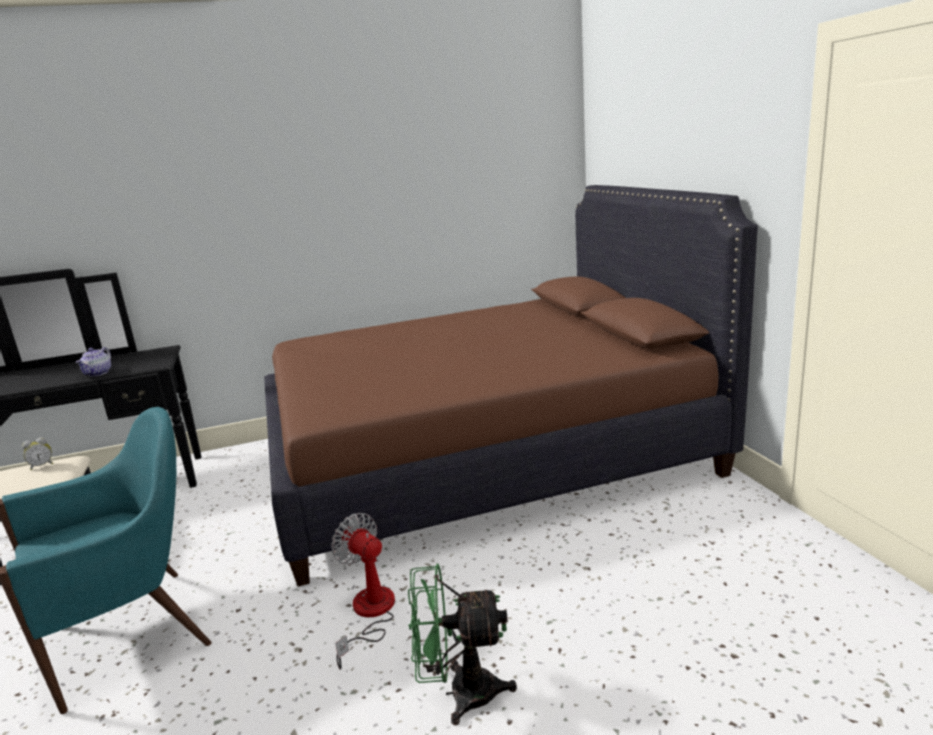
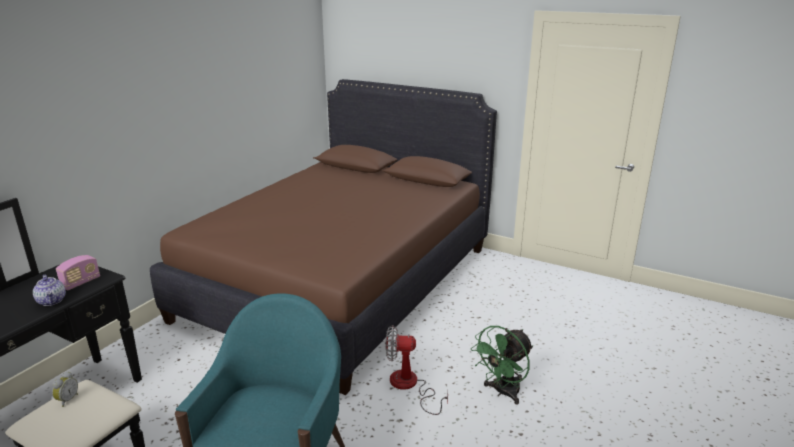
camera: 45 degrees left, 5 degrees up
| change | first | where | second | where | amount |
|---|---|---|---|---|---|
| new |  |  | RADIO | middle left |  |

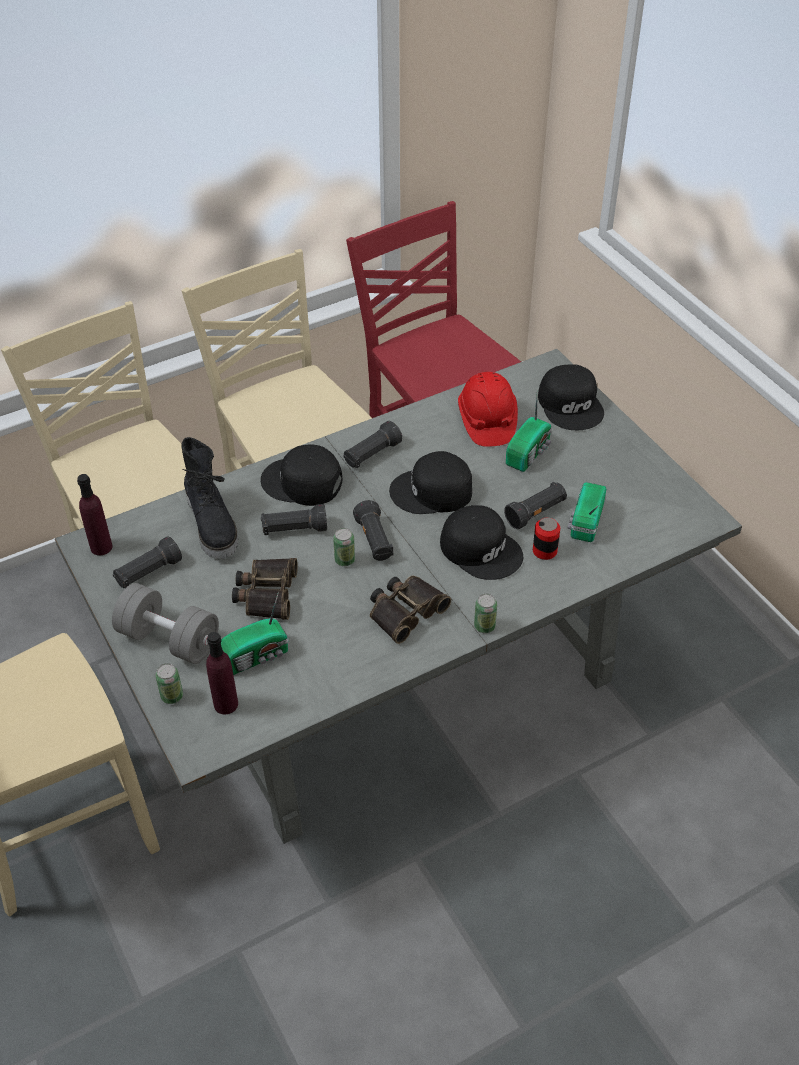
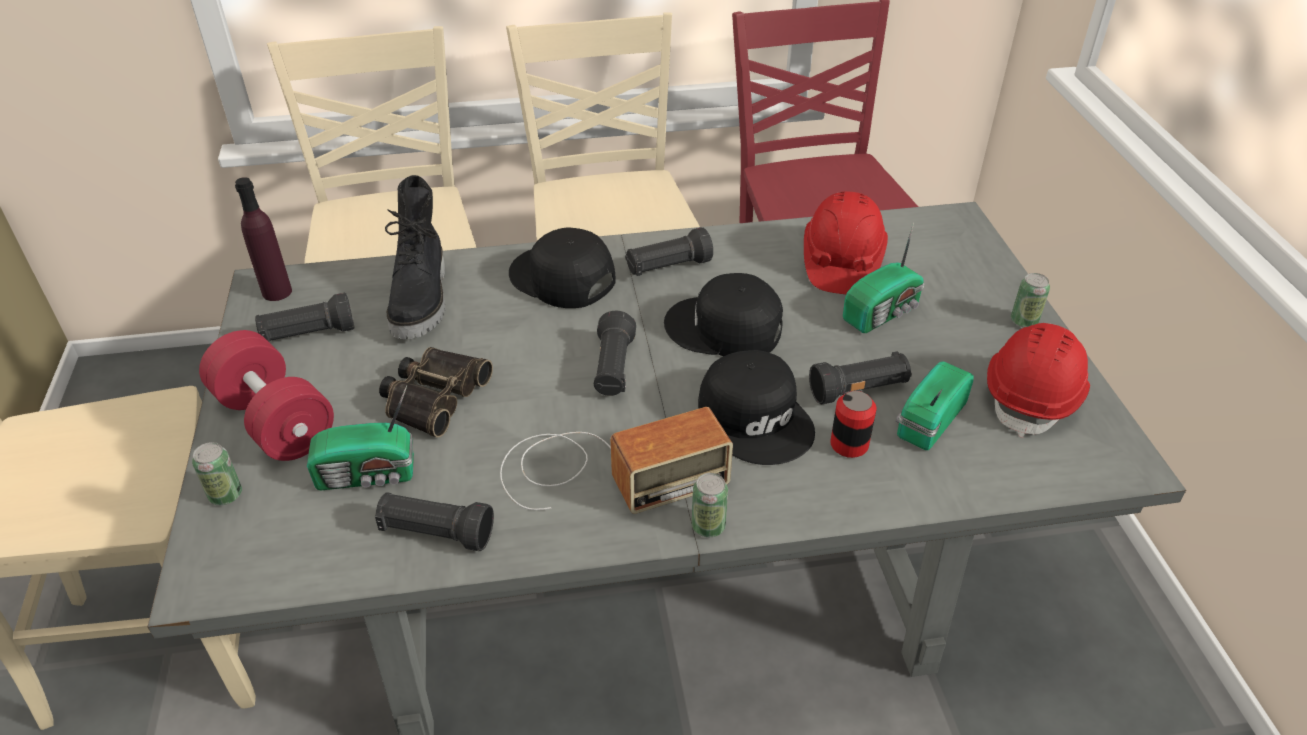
camera: 20 degrees right, 5 degrees down
| change | first | where | second | where | amount |
|---|---|---|---|---|---|
| gone | PURPLE-COLOURED BEVERAGE BOTTLE (no. 2 from left) | middle left |  |  |  |
| gone | BLACK CAP (no. 4 from left) | middle right |  |  |  |
| new |  |  | RED WORK HELMET (no. 2 from left) | middle right |  |
| shifted | BLACK TORCH (no. 2 from left) | centre |  | bottom left |  |
| shifted | METAL CAN (no. 2 from left in the first image) | centre | METAL CAN (no. 4 from left) | middle right |  |
| swapped | FIELD GLASSES (no. 2 from left) | centre | RADIO (no. 2 from left) | centre |  |
| repainted | GRAY FREE WEIGHT | middle left | RED FREE WEIGHT | middle left |  |

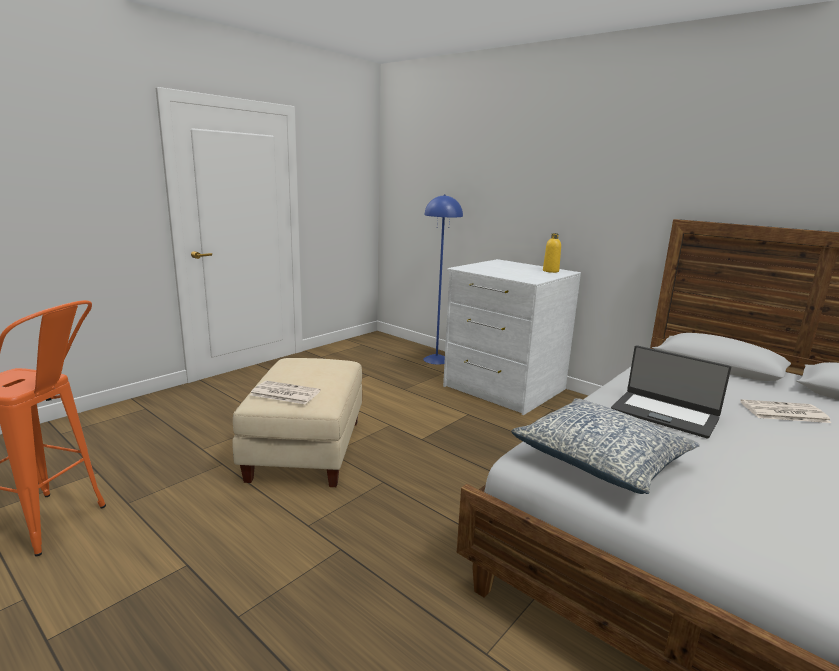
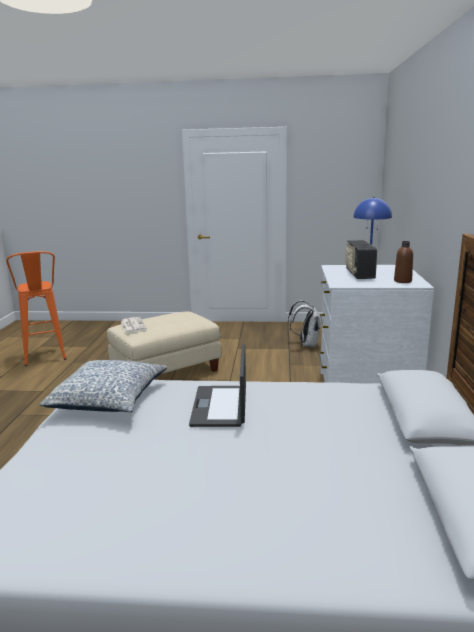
camera: 55 degrees right, 0 degrees up
| change | first | where | second | where | amount |
|---|---|---|---|---|---|
| gone | PRINTED PAPER (no. 2 from left) | middle right |  |  |  |
| new |  |  | WHITE KNAPSACK | centre |  |
| new |  |  | RADIO | middle right |  |
| repainted | YELLOW BEVERAGE BOTTLE | centre | BROWNISH BEVERAGE BOTTLE | middle right |  |

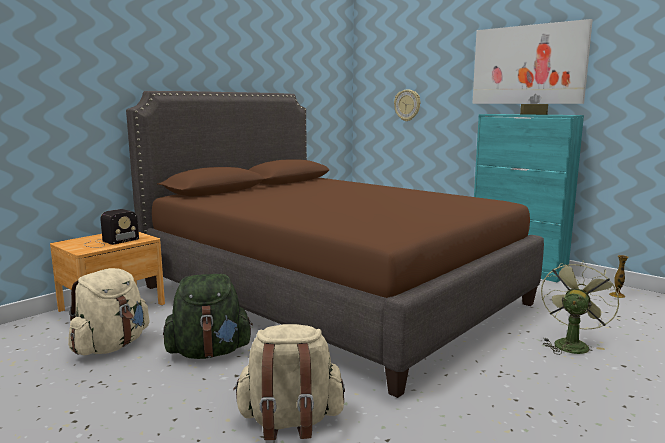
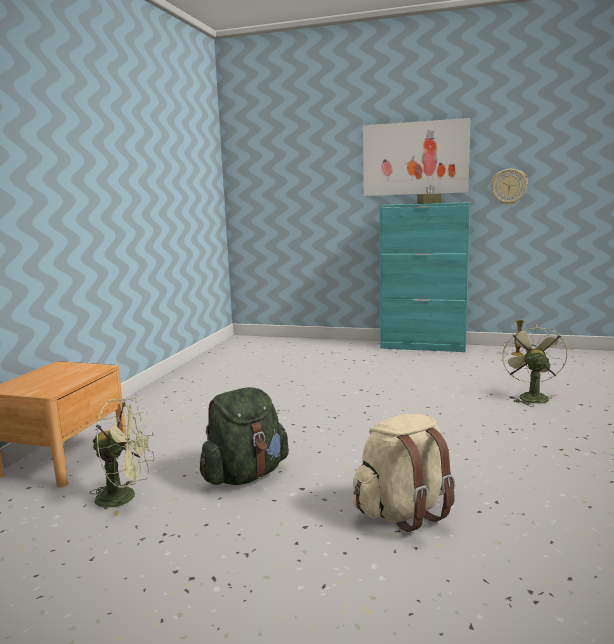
camera: 25 degrees left, 0 degrees up
| change | first | where | second | where | amount |
|---|---|---|---|---|---|
| gone | RADIO | middle left |  |  |  |
| gone | BROWNISH SLEEPING BED | centre |  |  |  |
| shifted | CLOCK ON THE WALL | top centre |  | top right |  |
| swapped | BEIGE-COLOURED KNAPSACK (no. 1 from left) | bottom left | GREEN COOLING FAN (no. 1 from left) | bottom left |  |

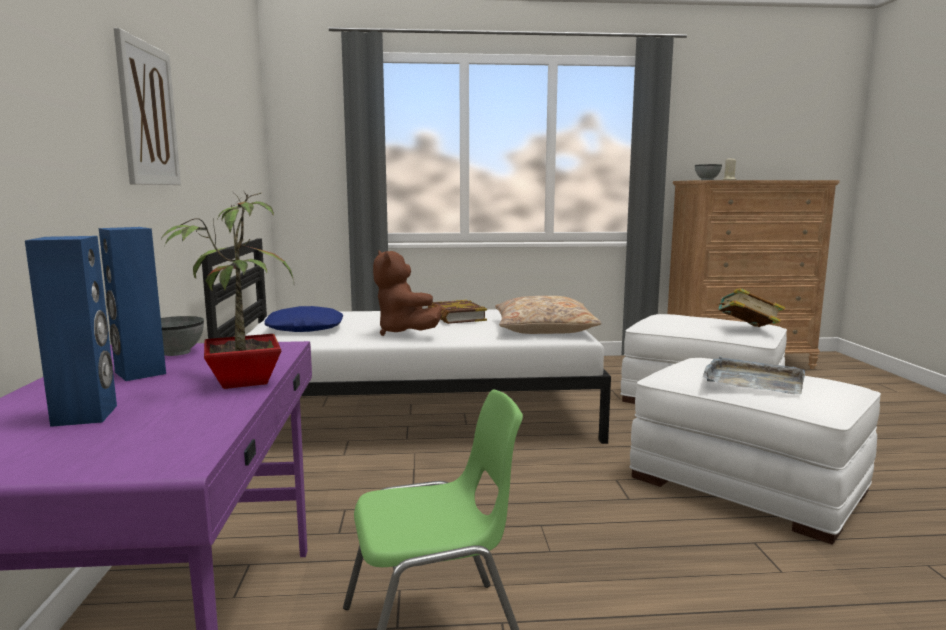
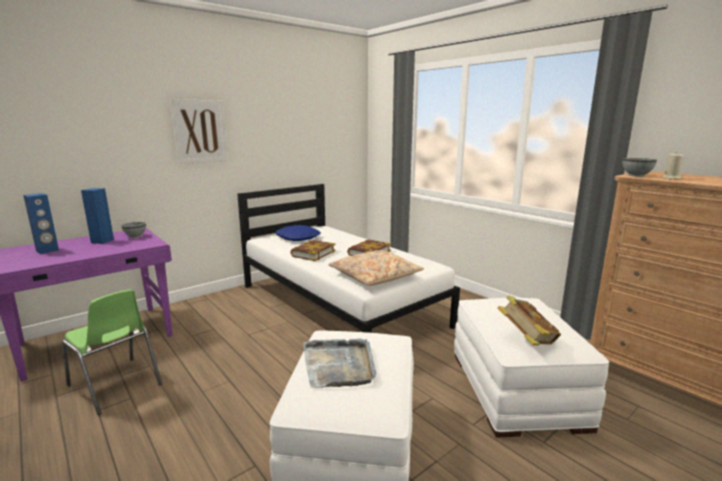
camera: 55 degrees right, 5 degrees up
| change | first | where | second | where | amount |
|---|---|---|---|---|---|
| gone | HOUSEPLANT | middle left |  |  |  |
| swapped | BROWNISH PLUSH TOY | centre | BOOK (no. 1 from left) | centre |  |

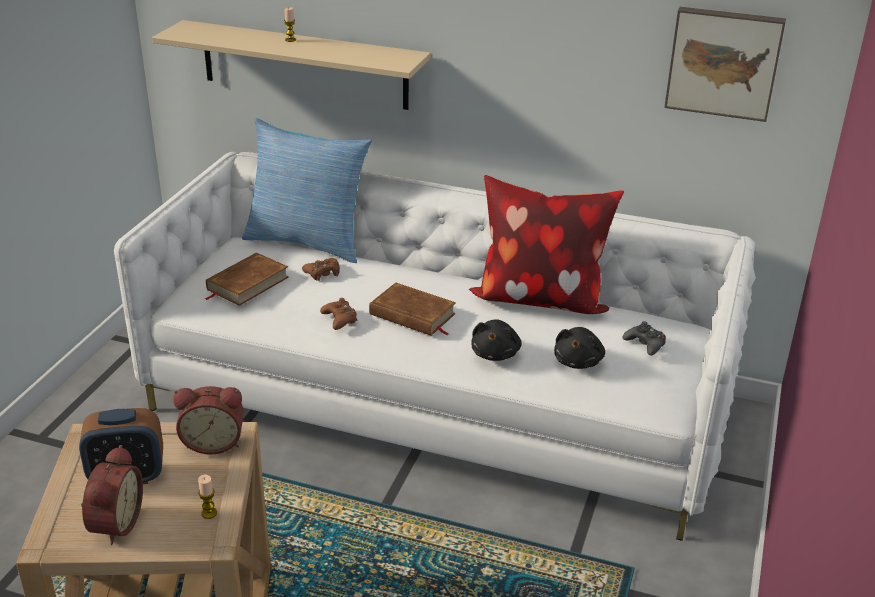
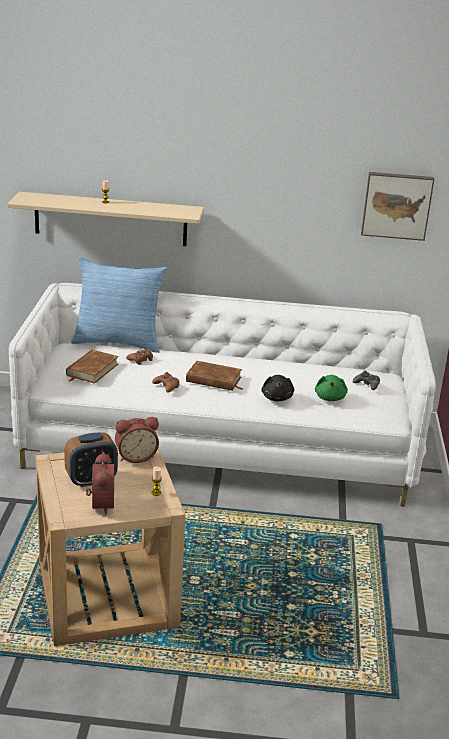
camera: 15 degrees left, 5 degrees down
| change | first | where | second | where | amount |
|---|---|---|---|---|---|
| gone | CUSHION (no. 2 from left) | centre |  |  |  |
| repainted | BLACK PLUSH TOY (no. 2 from left) | centre | GREEN PLUSH TOY | middle right |  |

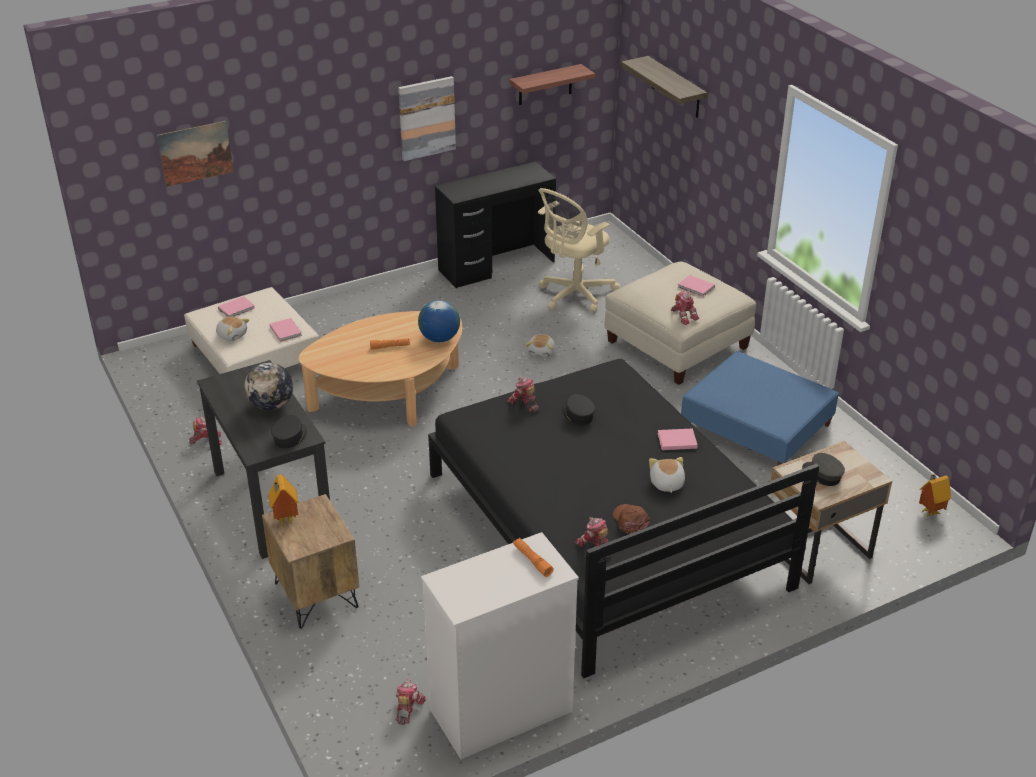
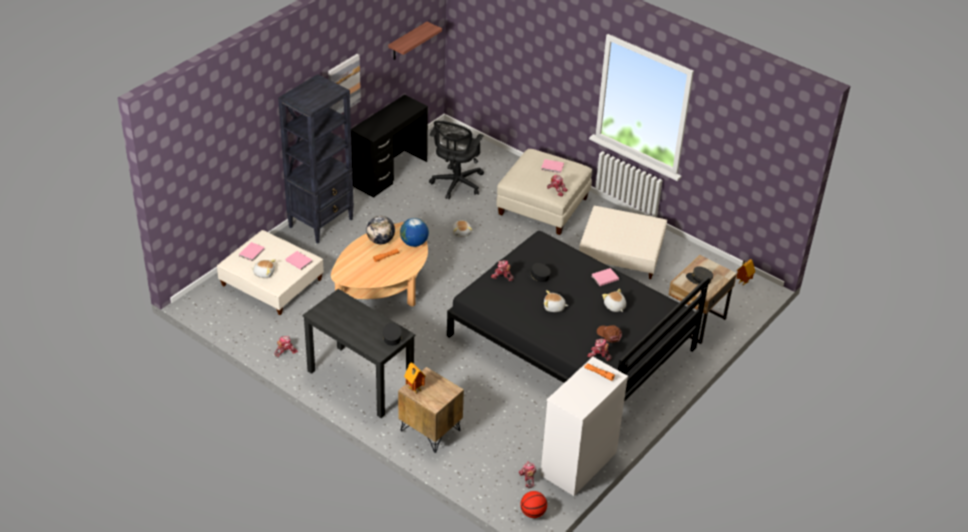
camera: 25 degrees left, 5 degrees up
| change | first | where | second | where | amount |
|---|---|---|---|---|---|
| gone | PICTURE (no. 1 from left) | top left |  |  |  |
| gone | BRACKET SHELF (no. 2 from left) | top centre |  |  |  |
| new |  |  | BLACK SHELVING UNIT | top left |  |
| new |  |  | BASKETBALL | bottom centre |  |
| new |  |  | PLUSH TOY (no. 3 from left) | centre |  |
| shifted | DESK GLOBE (no. 1 from left) | middle left |  | centre |  |
| repainted | BEIGE-COLOURED DESK CHAIR | top centre | BLACK DESK CHAIR | top centre |  |
| repainted | BLUE-COLOURED OTTOMAN | middle right | BEIGE-COLOURED OTTOMAN (no. 3 from left) | centre |  |

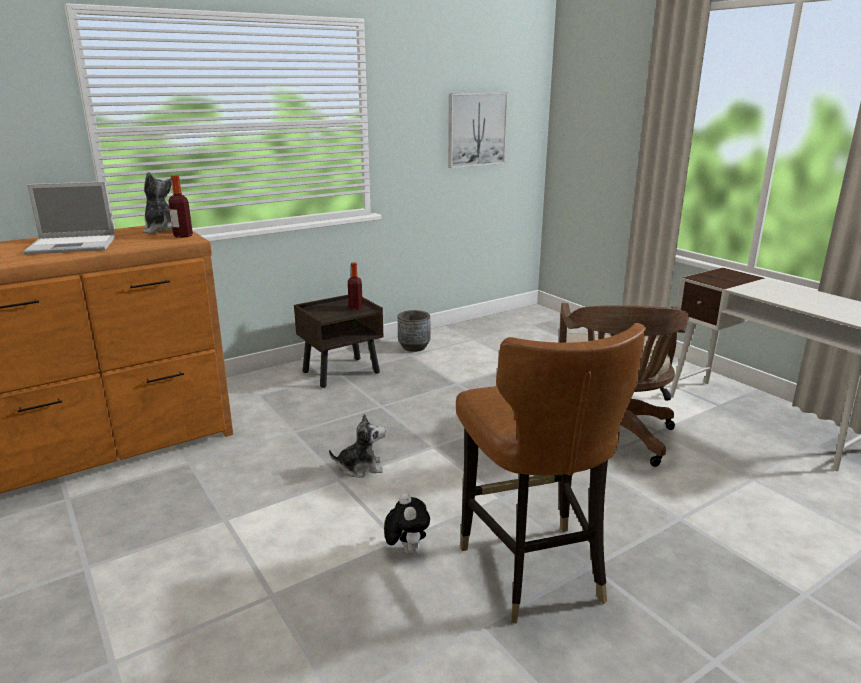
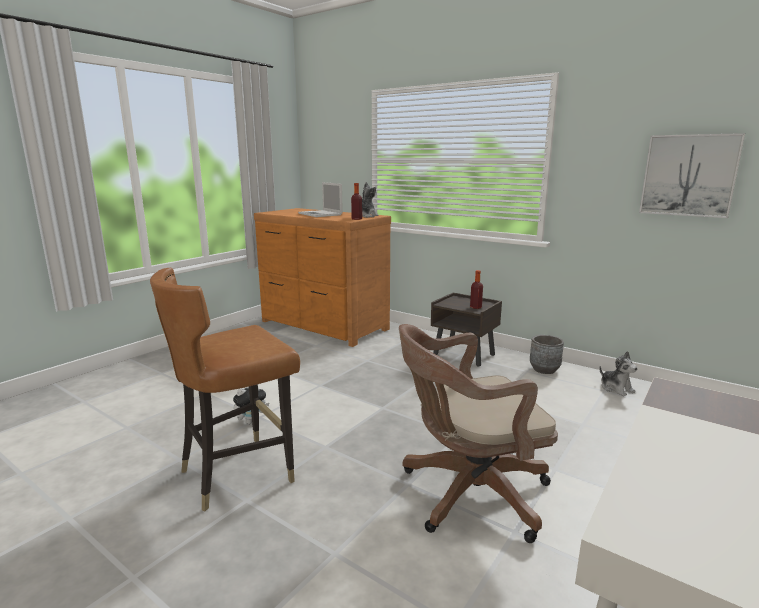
camera: 70 degrees right, 5 degrees down
| change | first | where | second | where | amount |
|---|---|---|---|---|---|
| shifted | PLUSH TOY (no. 2 from left in the first image) | centre | PLUSH TOY (no. 3 from left) | middle right |  |

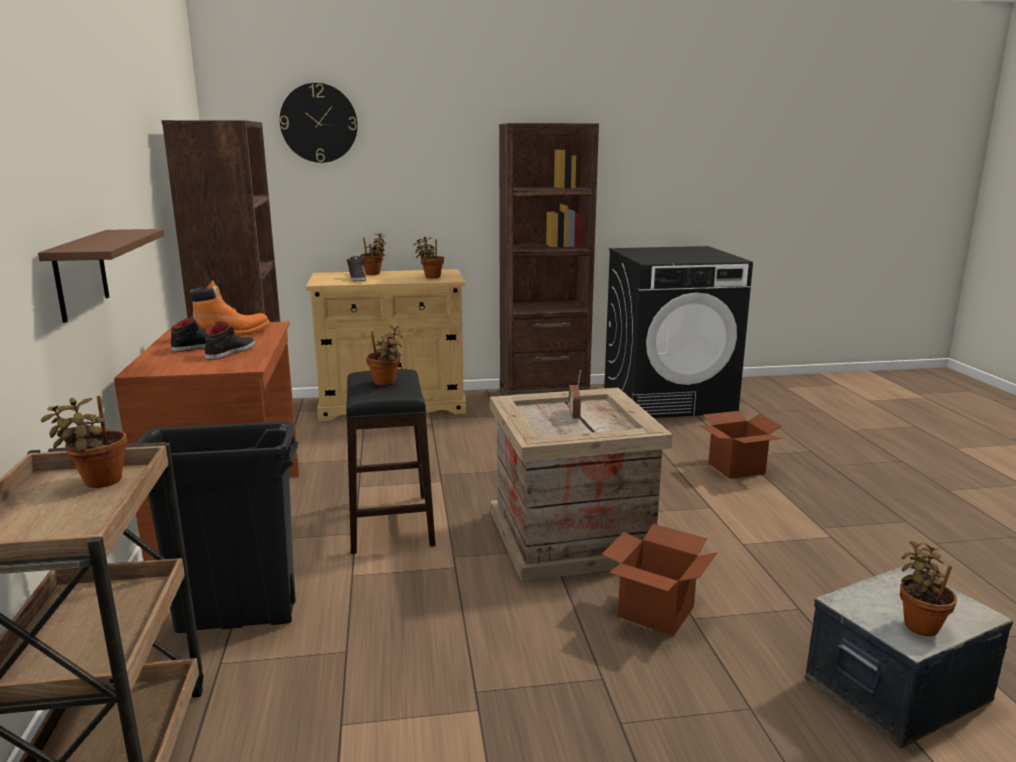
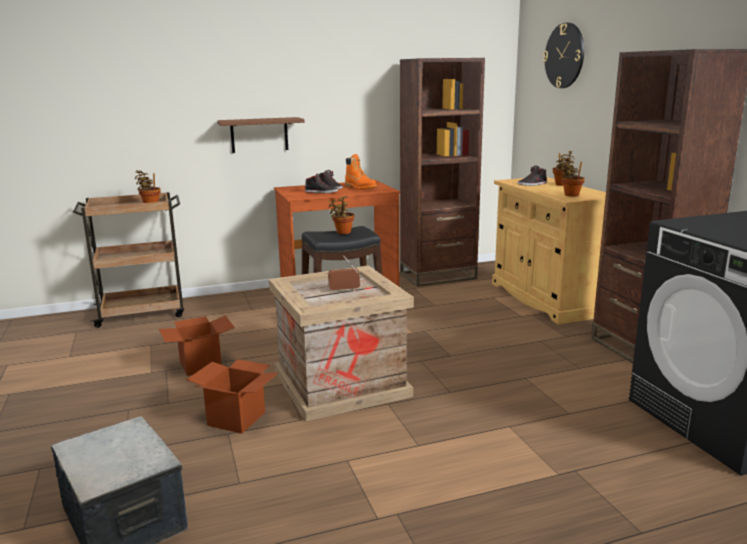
camera: 80 degrees right, 0 degrees up
| change | first | where | second | where | amount |
|---|---|---|---|---|---|
| gone | BLACK WASTE BIN | bottom left |  |  |  |
| gone | HOUSEPLANT (no. 5 from left) | bottom right |  |  |  |
| shifted | PACKING BOX (no. 2 from left in the first image) | middle right | PACKING BOX (no. 1 from left) | middle left |  |

